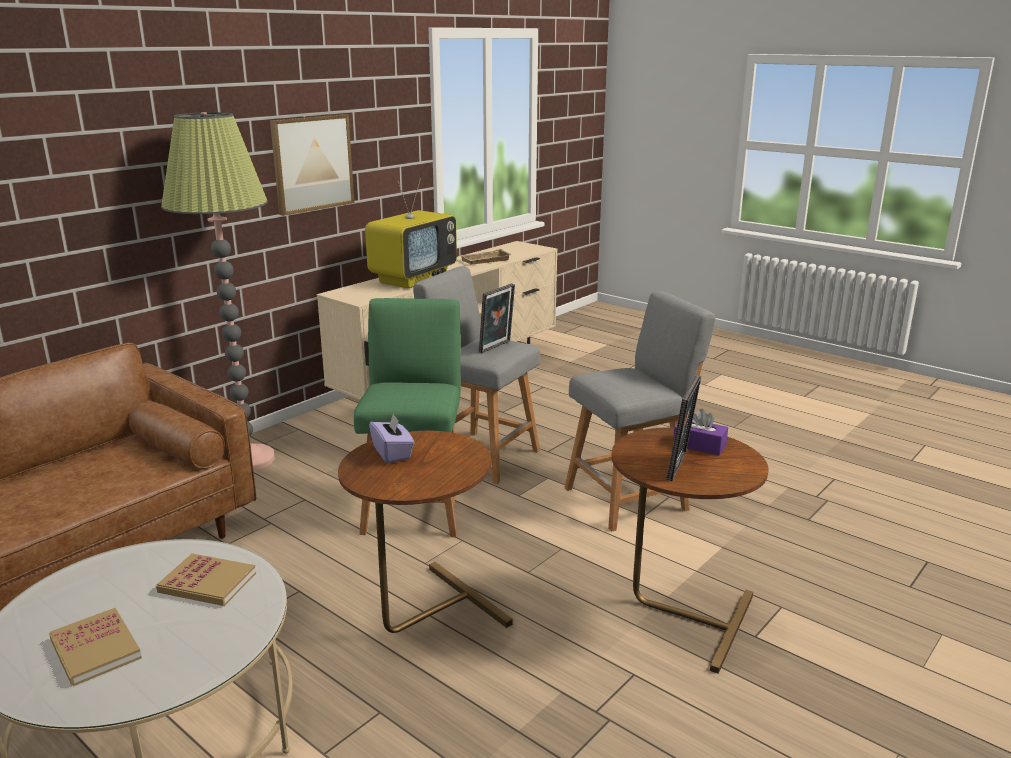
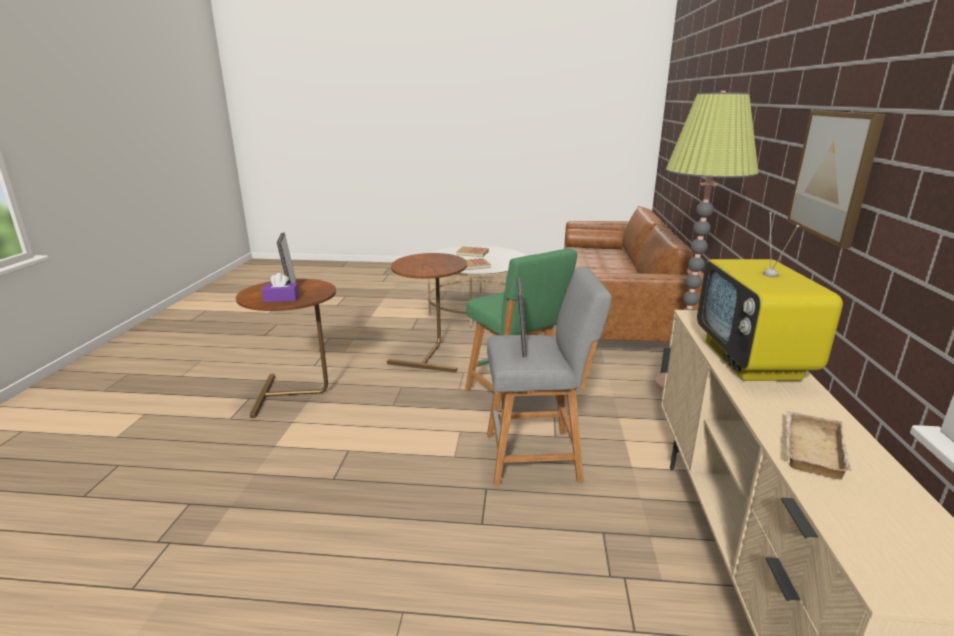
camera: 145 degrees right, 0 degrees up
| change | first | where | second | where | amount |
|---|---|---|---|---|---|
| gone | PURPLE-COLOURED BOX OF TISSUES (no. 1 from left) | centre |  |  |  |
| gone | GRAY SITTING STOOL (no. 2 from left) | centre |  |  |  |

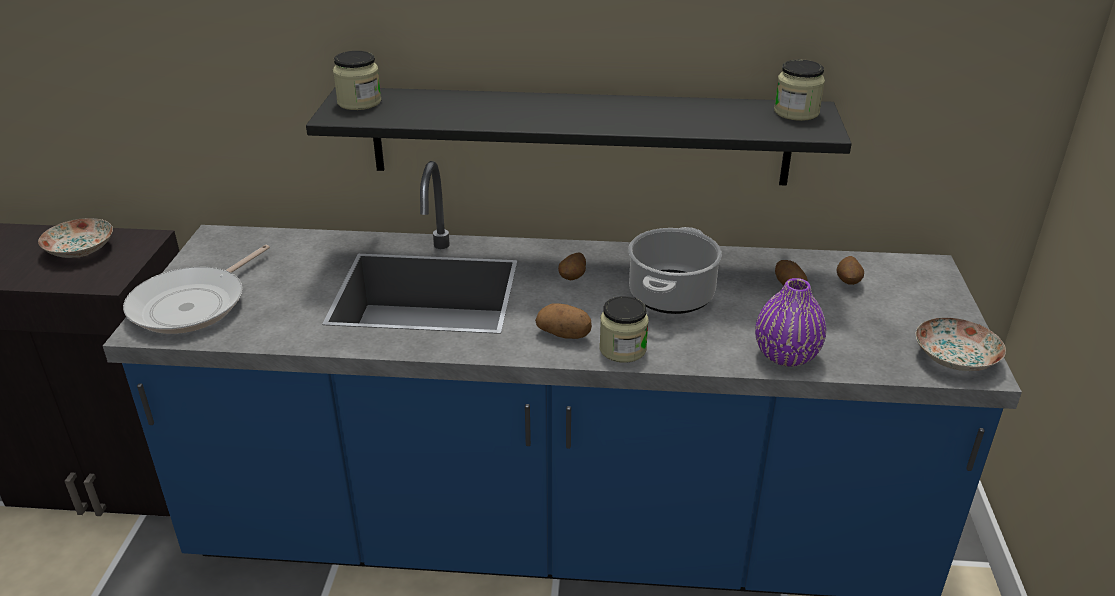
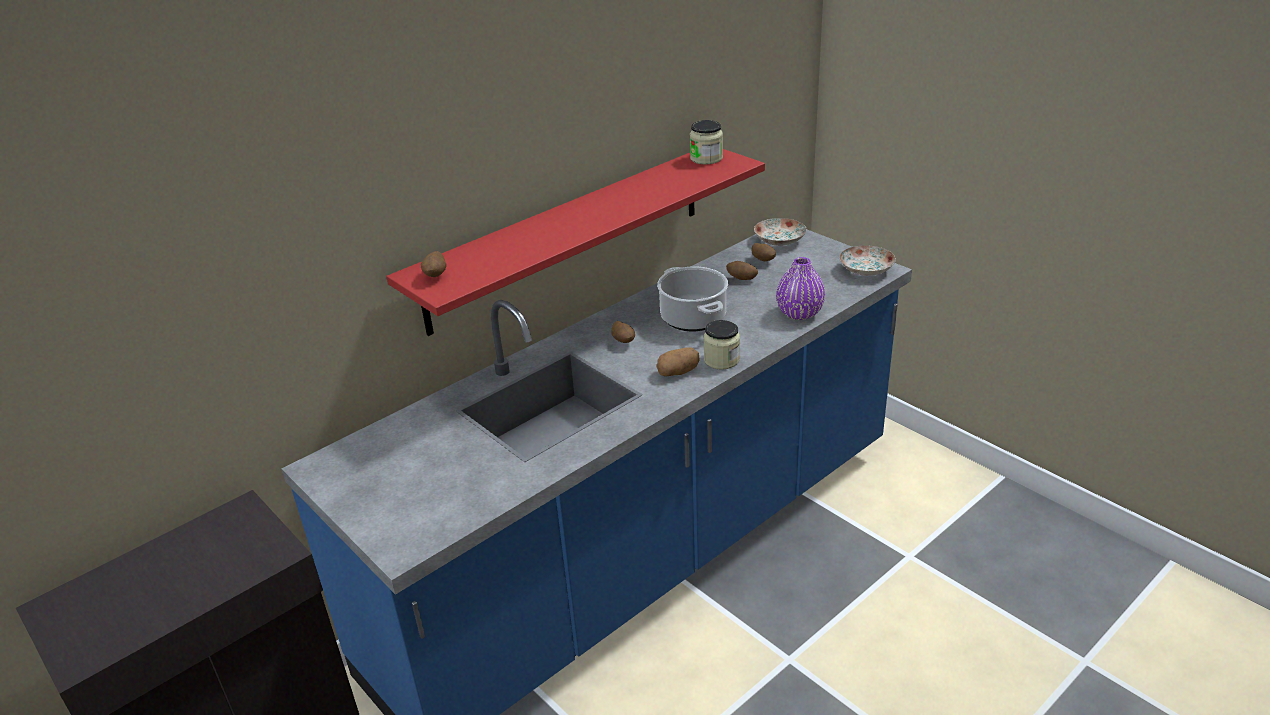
camera: 45 degrees left, 0 degrees up
| change | first | where | second | where | amount |
|---|---|---|---|---|---|
| gone | FRYING PAN | middle left |  |  |  |
| shifted | DINNER PLATE (no. 1 from left) | middle left |  | top centre |  |
| swapped | JAR (no. 1 from left) | top left | POTATO (no. 1 from left) | centre |  |
| repainted | BLACK BRACKET SHELF | top centre | RED BRACKET SHELF | centre |  |

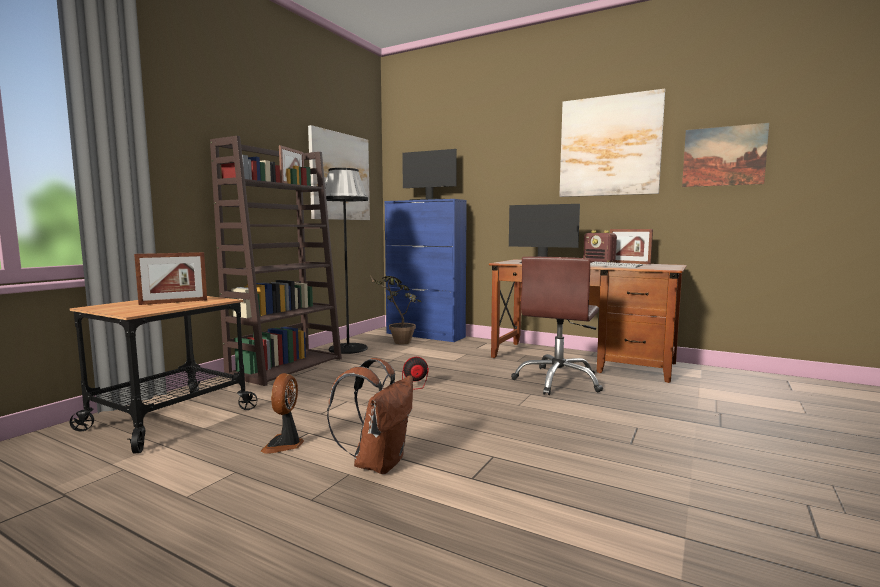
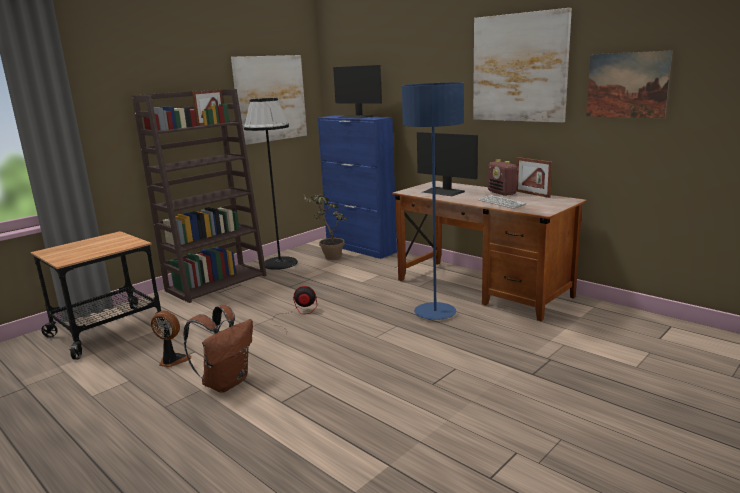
camera: 15 degrees right, 10 degrees up
| change | first | where | second | where | amount |
|---|---|---|---|---|---|
| gone | PHOTO FRAME (no. 1 from left) | middle left |  |  |  |
| swapped | BROWNISH DESK CHAIR | centre | BLUE-COLOURED FLOOR LAMP | centre |  |
| rotated | COOLING FAN (no. 1 from left) | bottom left |  | bottom left | 90 degrees clockwise |

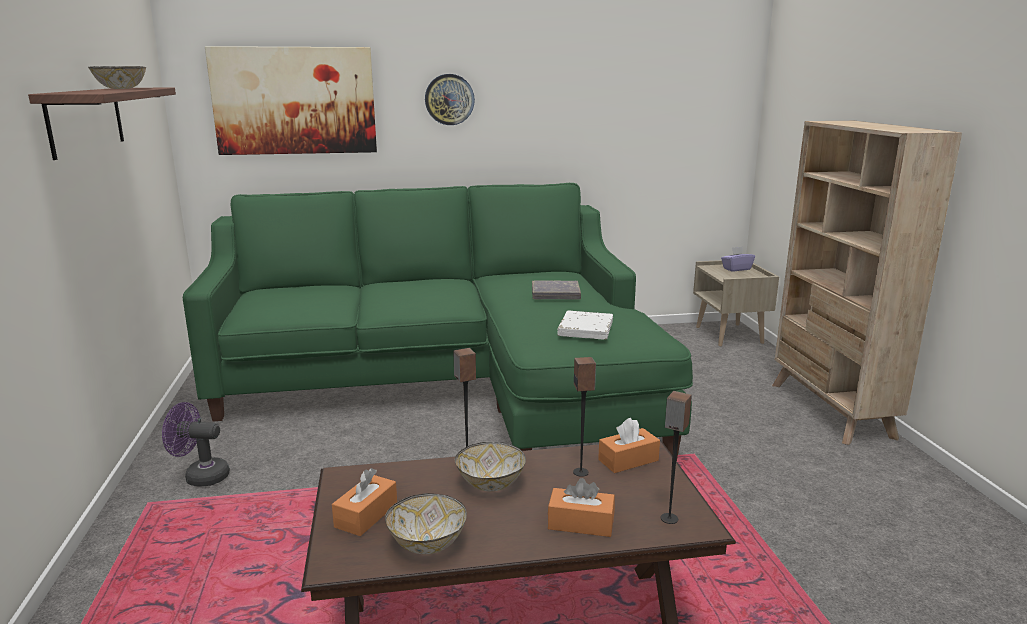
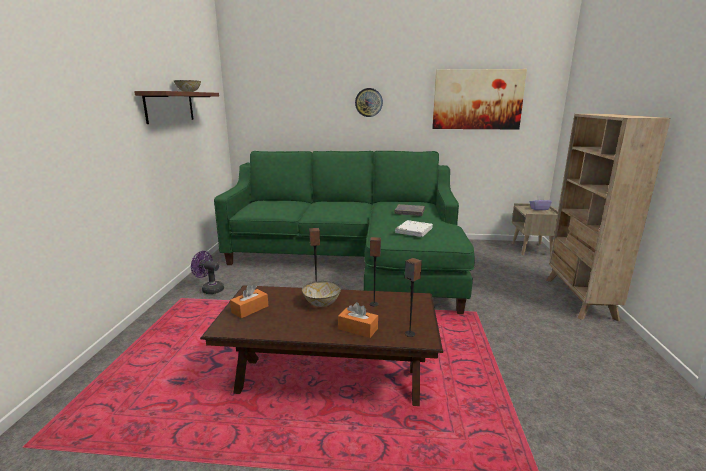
camera: 15 degrees right, 0 degrees up
| change | first | where | second | where | amount |
|---|---|---|---|---|---|
| gone | DEEP DISH (no. 2 from left) | bottom centre |  |  |  |
| gone | ORANGE BOX OF TISSUES (no. 3 from left) | bottom centre |  |  |  |
| shifted | PICTURE | top left |  | top right |  |

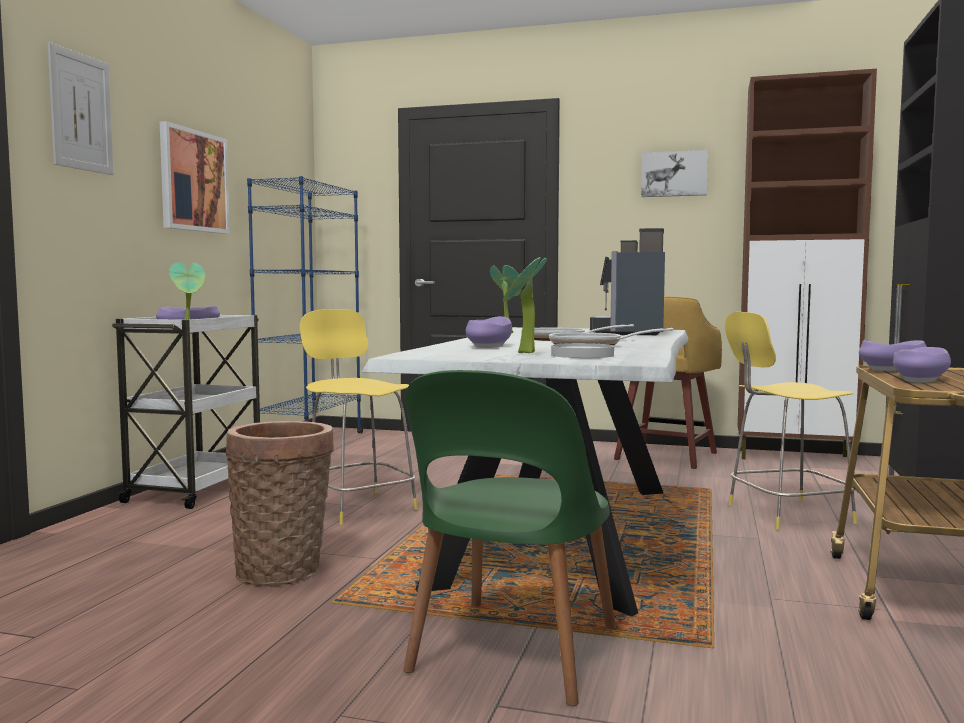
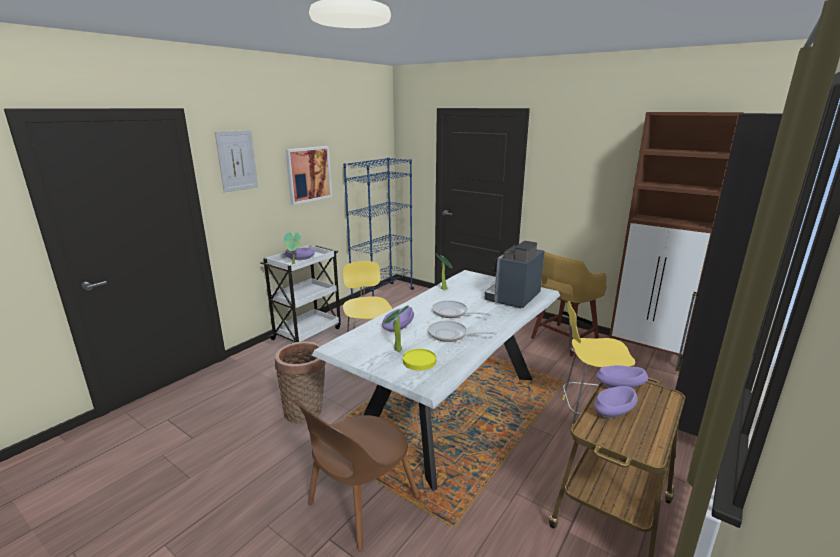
camera: 20 degrees right, 15 degrees up
| change | first | where | second | where | amount |
|---|---|---|---|---|---|
| gone | PICTURE (no. 3 from left) | top right |  |  |  |
| repainted | GREEN PLAIN CHAIR | bottom centre | BROWNISH PLAIN CHAIR | bottom centre |  |
| repainted | WHITE DINNER PLATE | centre | YELLOW DINNER PLATE | centre |  |

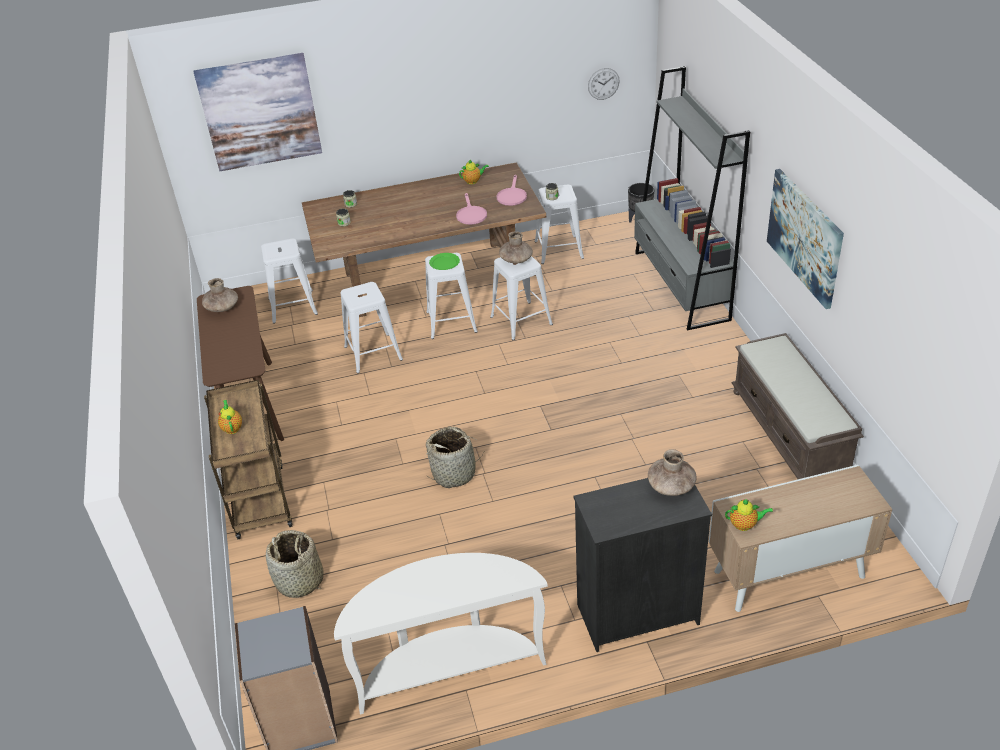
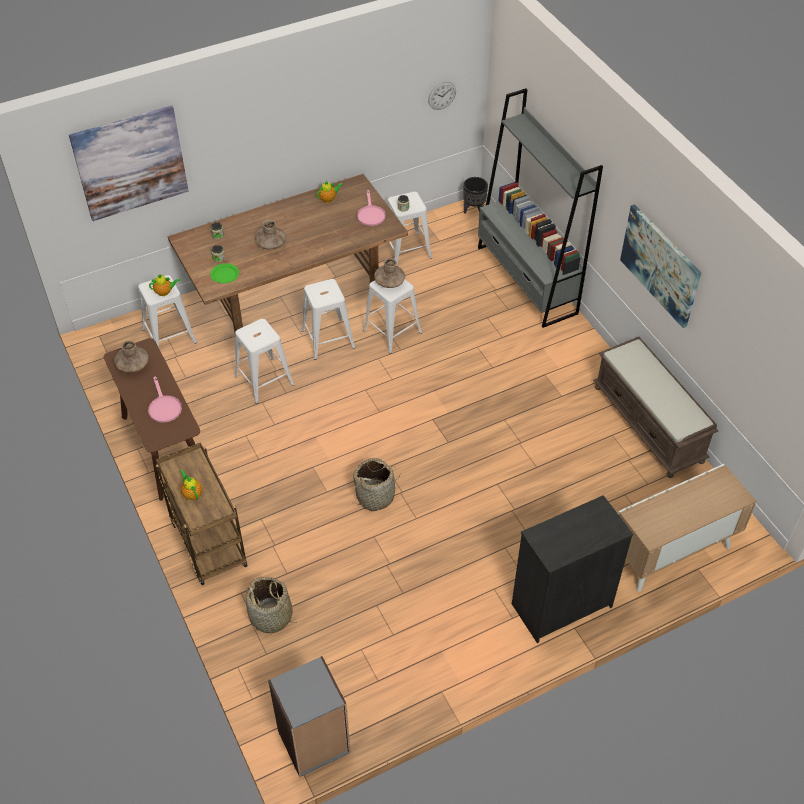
camera: 15 degrees left, 10 degrees up
| change | first | where | second | where | amount |
|---|---|---|---|---|---|
| gone | WHITE NARROW TABLE | bottom centre |  |  |  |
| shifted | GREEN DINNER PLATE | centre |  | middle left |  |
| shifted | PINK FRYING PAN (no. 1 from left) | top centre |  | middle left |  |
| shifted | BROWNISH DECORATIVE VASE (no. 3 from left in the first image) | middle right | BROWNISH DECORATIVE VASE (no. 2 from left) | top centre |  |
| shifted | TEAPOT (no. 3 from left in the first image) | bottom right | TEAPOT (no. 1 from left) | middle left |  |

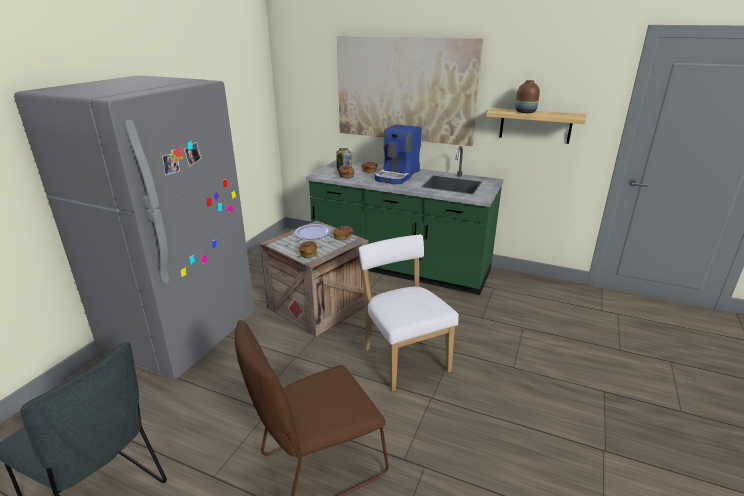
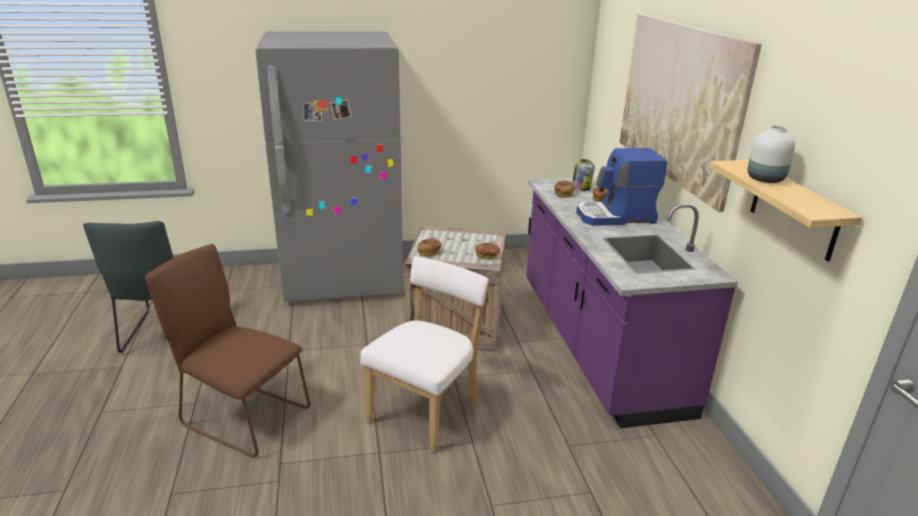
camera: 55 degrees right, 0 degrees up
| change | first | where | second | where | amount |
|---|---|---|---|---|---|
| gone | DINNER PLATE | centre |  |  |  |
| repainted | GREEN KITCHEN BASE UNIT | centre | PURPLE-COLOURED KITCHEN BASE UNIT | middle right |  |
| repainted | BROWNISH DECORATIVE VASE | top right | WHITE DECORATIVE VASE | top right |  |

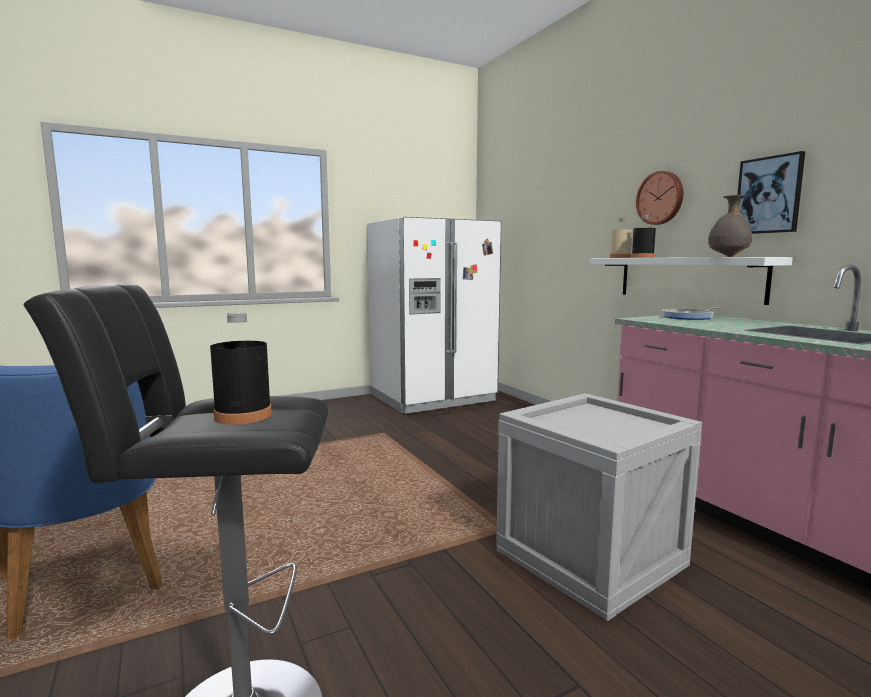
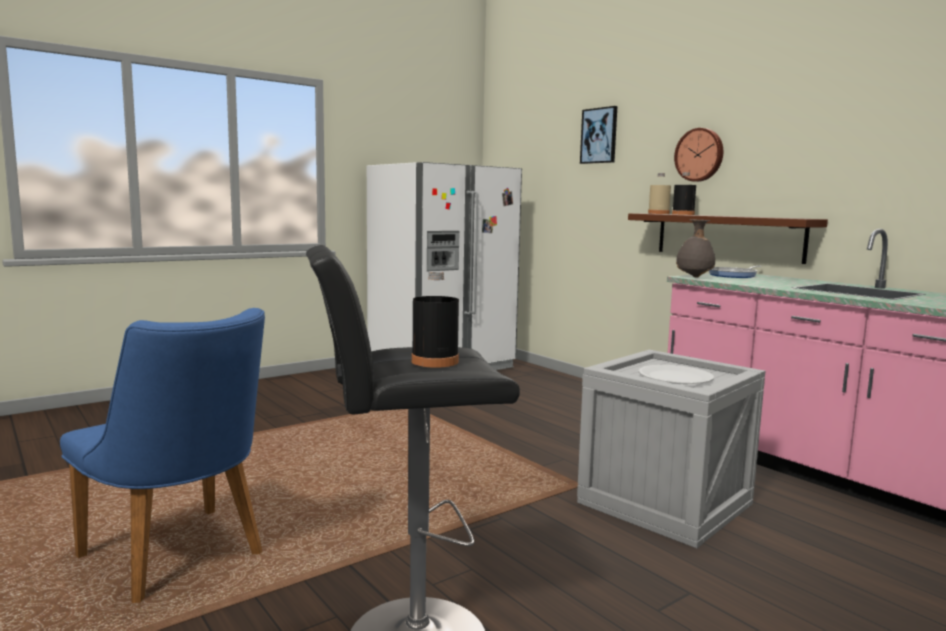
camera: 10 degrees left, 0 degrees up
| change | first | where | second | where | amount |
|---|---|---|---|---|---|
| new |  |  | WHITE DINNER PLATE | middle right |  |
| shifted | GRAY DECORATIVE VASE | top right |  | middle right |  |
| shifted | PICTURE | top right |  | top centre |  |
| repainted | WHITE BRACKET SHELF | middle right | BROWNISH BRACKET SHELF | middle right |  |

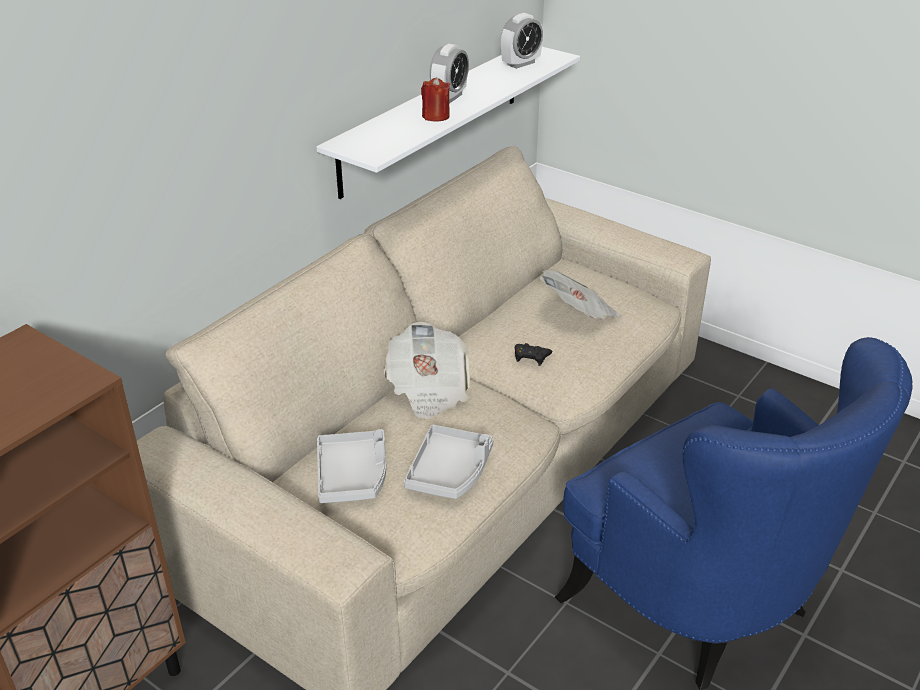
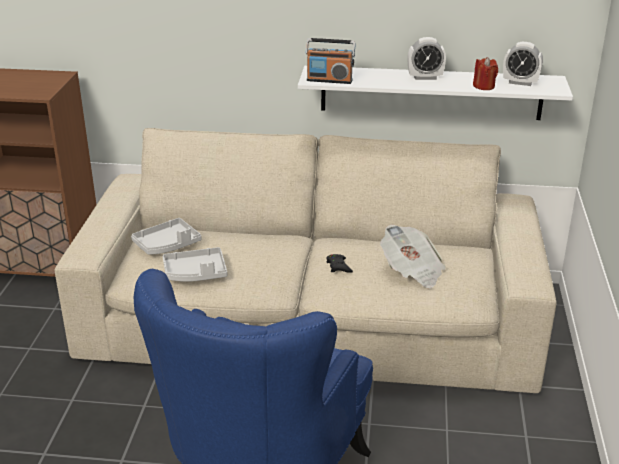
camera: 60 degrees right, 5 degrees down
| change | first | where | second | where | amount |
|---|---|---|---|---|---|
| gone | PRINTED PAPER (no. 1 from left) | centre |  |  |  |
| new |  |  | RADIO | top centre |  |
| shifted | RED WAX LIGHT | top centre |  | top right |  |

